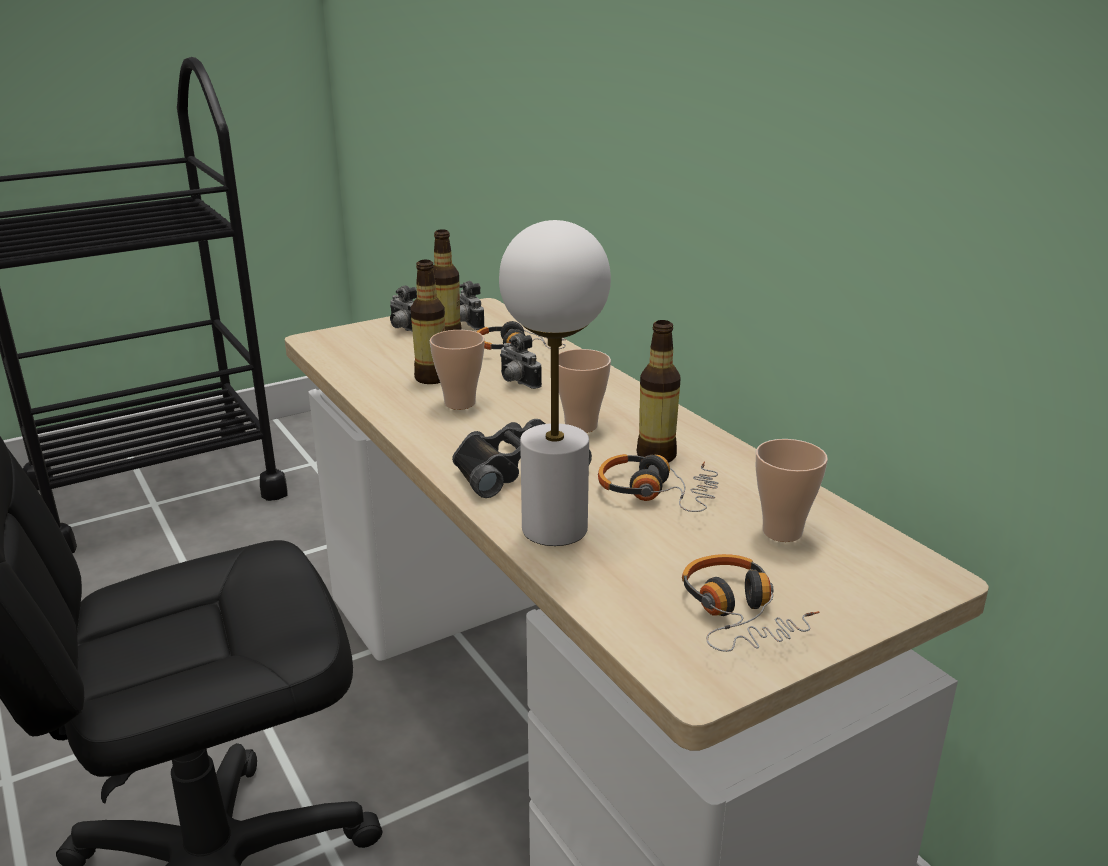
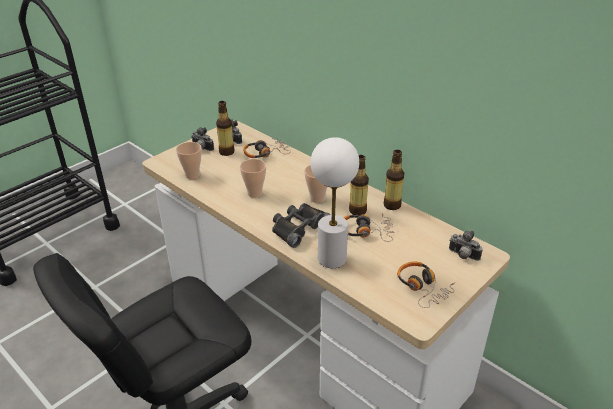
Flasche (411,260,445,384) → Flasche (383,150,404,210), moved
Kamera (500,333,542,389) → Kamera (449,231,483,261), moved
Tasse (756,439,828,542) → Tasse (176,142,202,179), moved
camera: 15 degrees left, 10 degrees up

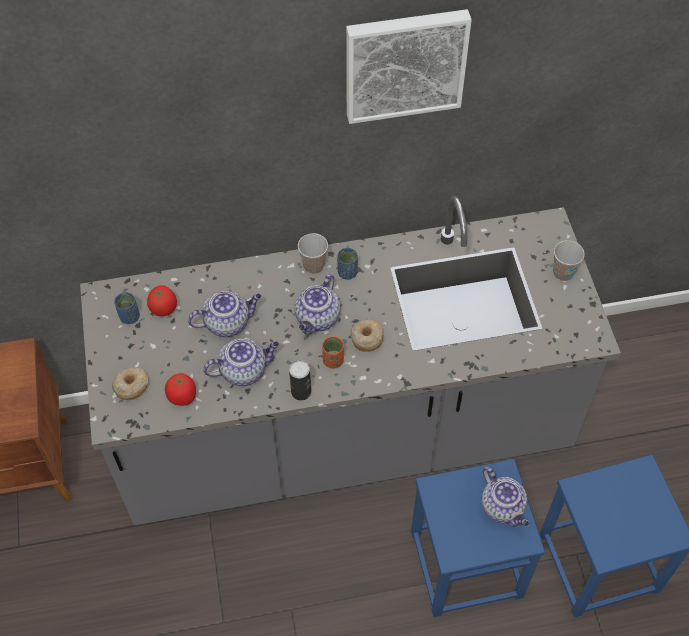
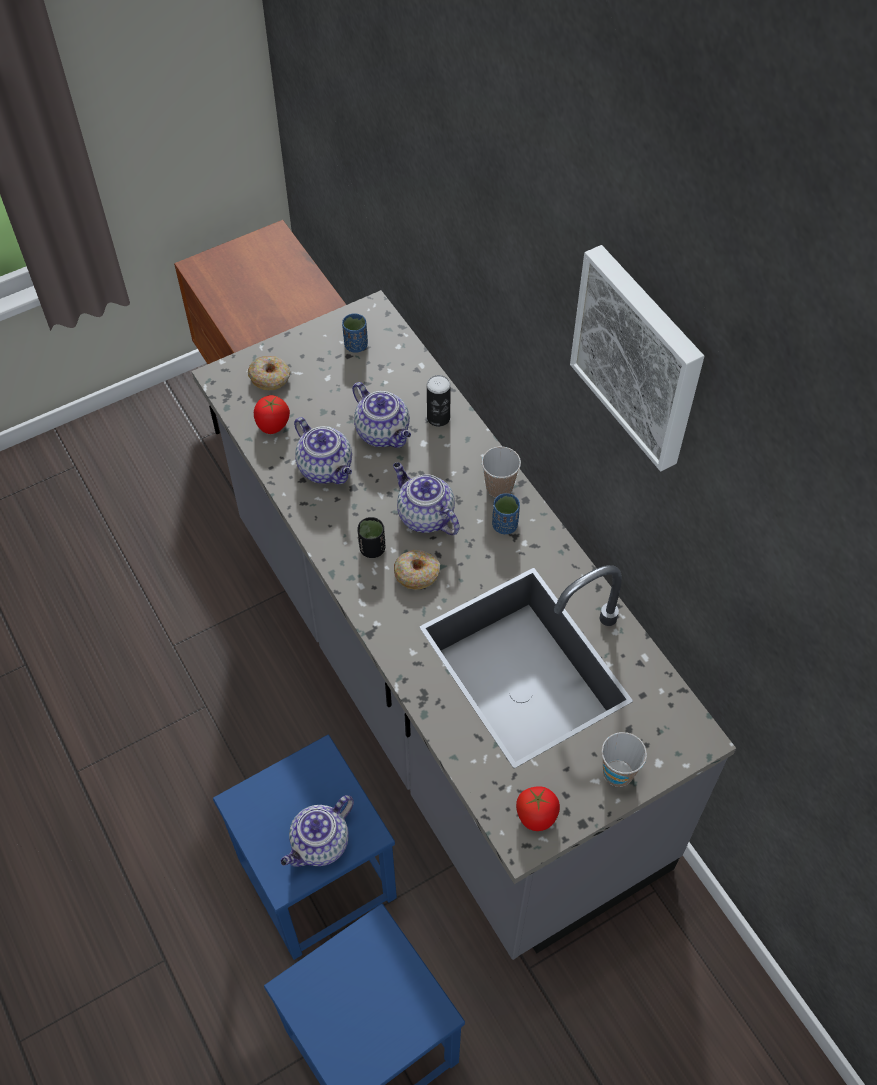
Tomate (147,285,177,316) → Tomate (516,786,560,831), moved
Dose (289,360,311,401) → Dose (427,375,451,427), moved
Teekanne (294,274,340,335) → Teekanne (393,463,460,535), 45 degrees clockwise
Tasse [orange] (322,336,344,369) → Tasse [schwarz] (357,517,386,558)
camera: 70 degrees right, 0 degrees up

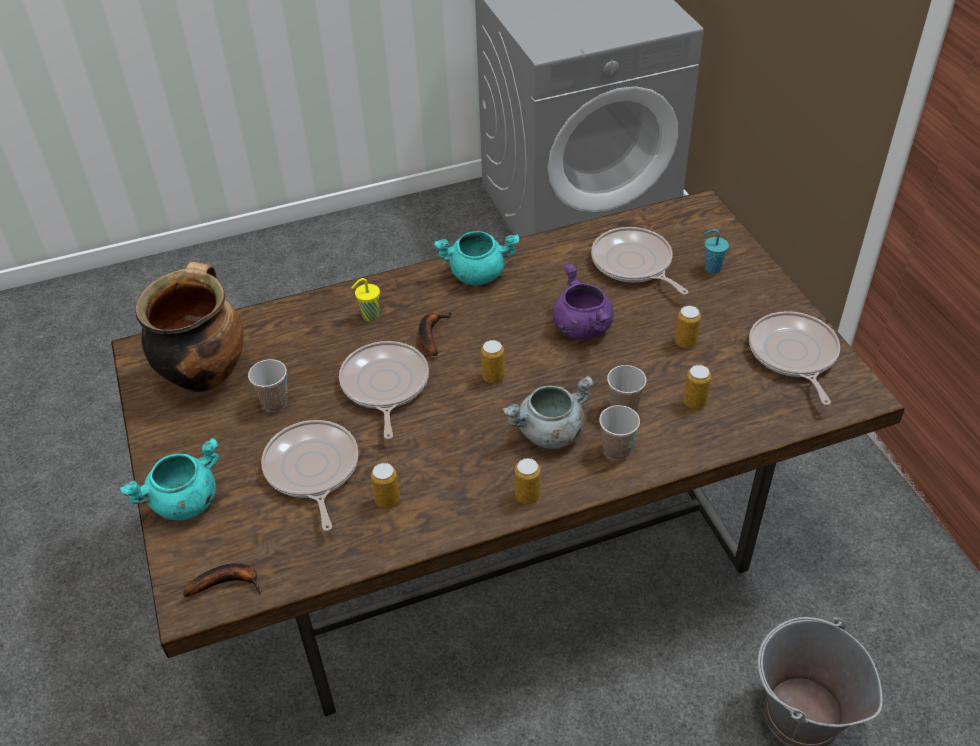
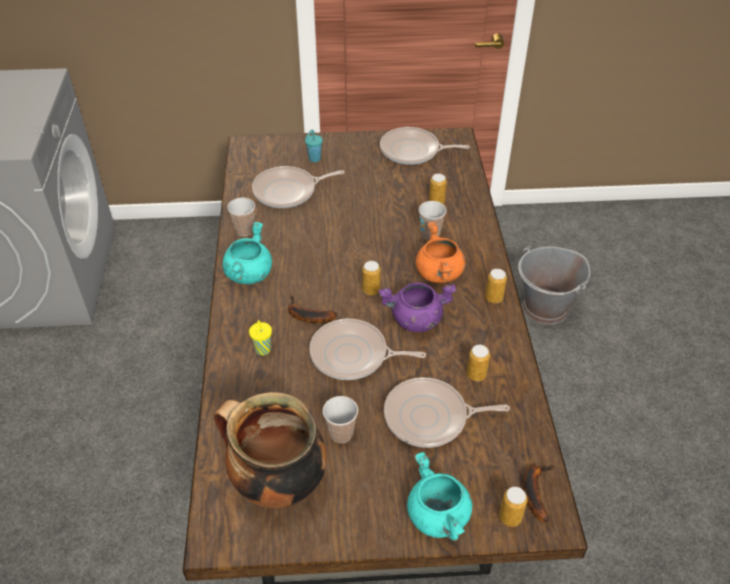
Kochtopf [grau] (503,376,594,449) → Kochtopf [orange] (416,222,465,283)
Kochtopf [lila] (553,264,614,340) → Kochtopf [lila] (379,283,456,332), moved
Tasse (599,405,640,460) → Tasse (227,197,255,236), moved
Dose (675,306,701,348) → Dose (499,487,528,527), moved
camera: 75 degrees left, 0 degrees up

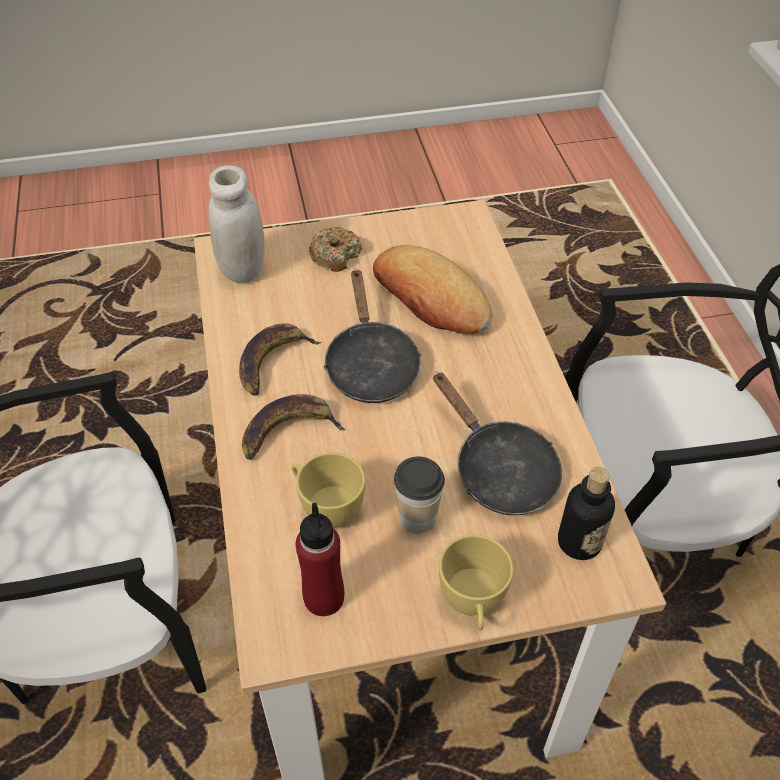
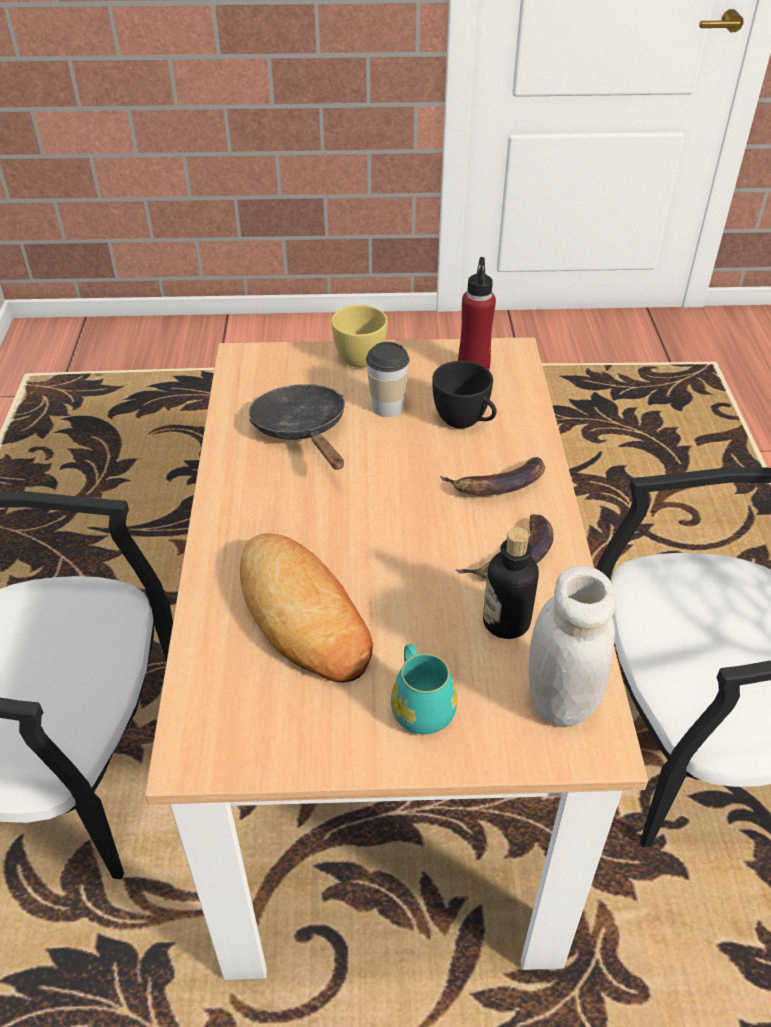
Tasse [gelb] (292,452,365,528) → Tasse [schwarz] (432,361,497,428)
Donut (309,227,363,272) → Henkelbecher [türkis] (391,644,457,734)
Pfanne [schwarz] (323,269,421,403) → -
Flasche (558,467,615,560) → Flasche (483,527,539,639), moved
camera: 170 degrees left, 5 degrees down

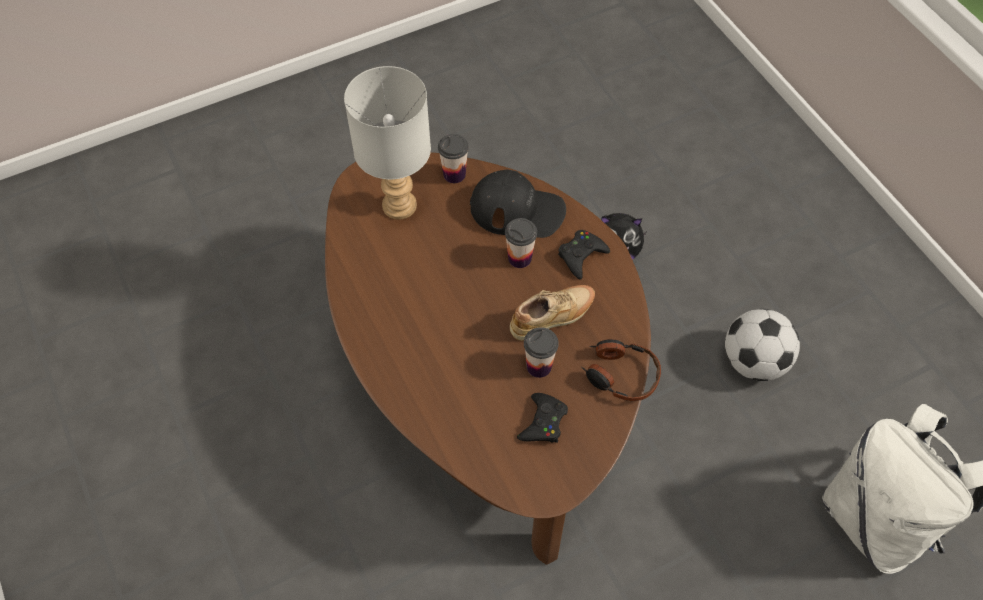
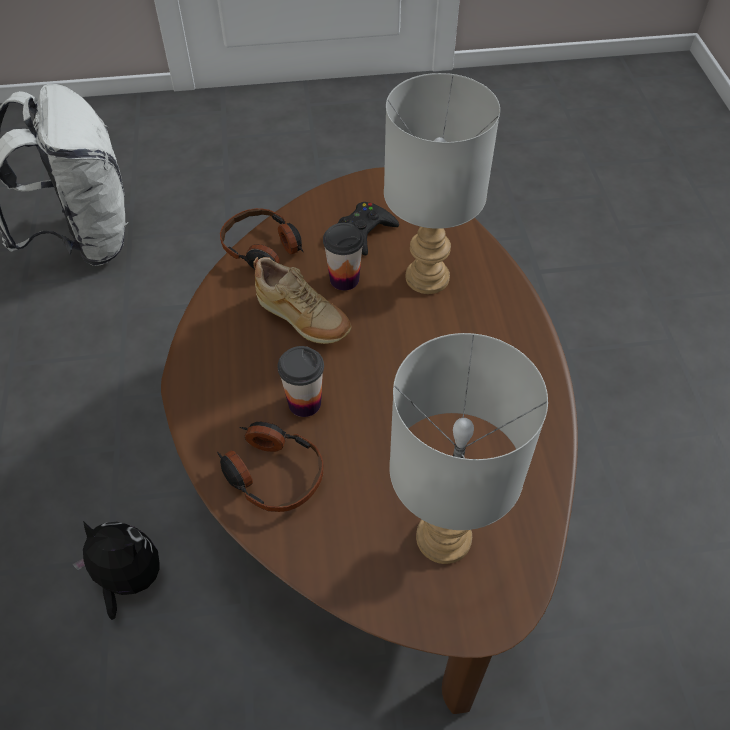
Tasse (438,134,469,183) → -
Kappe [schwarz] (470,169,566,238) → Kopfhörer (217,422,324,512)
Schuh [beige] (510,285,595,341) → Schuh [beige] (254,257,352,344), 135 degrees counterclockwise
Gamepad [schwarz] (558,230,610,279) → -
Fußball (725,309,800,381) → -
- → Tischlampe [grau] (384,73,500,294)
camera: 160 degrees left, 5 degrees down

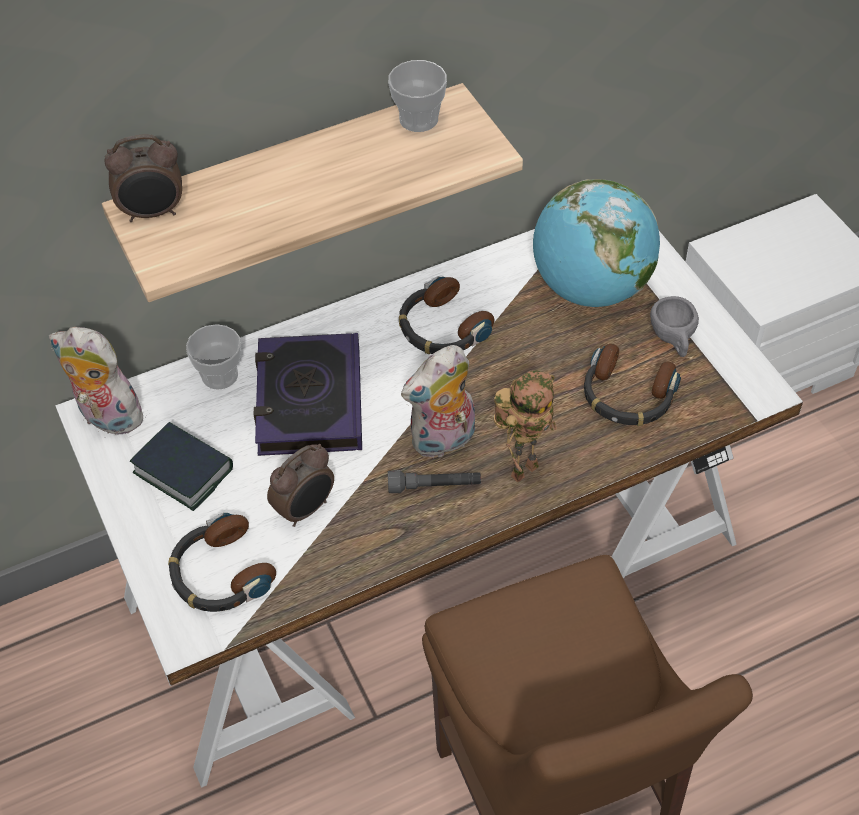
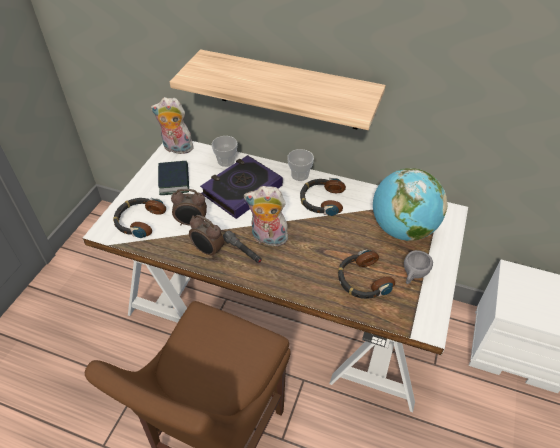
Plüschtier (49,327,151,435) → Plüschtier (151,97,197,154), 60 degrees counterclockwise
Wecker (105,134,182,222) → Wecker (189,215,224,258), moved
Tasse (388,60,447,132) → Tasse (287,149,314,181), moved
Spielzeugroboter (494,370,557,482) → -
camera: 45 degrees right, 5 degrees down

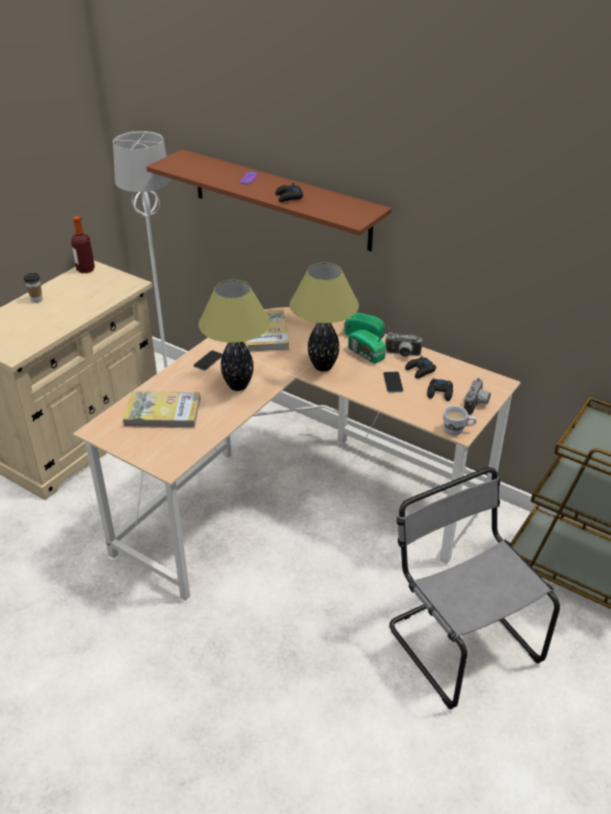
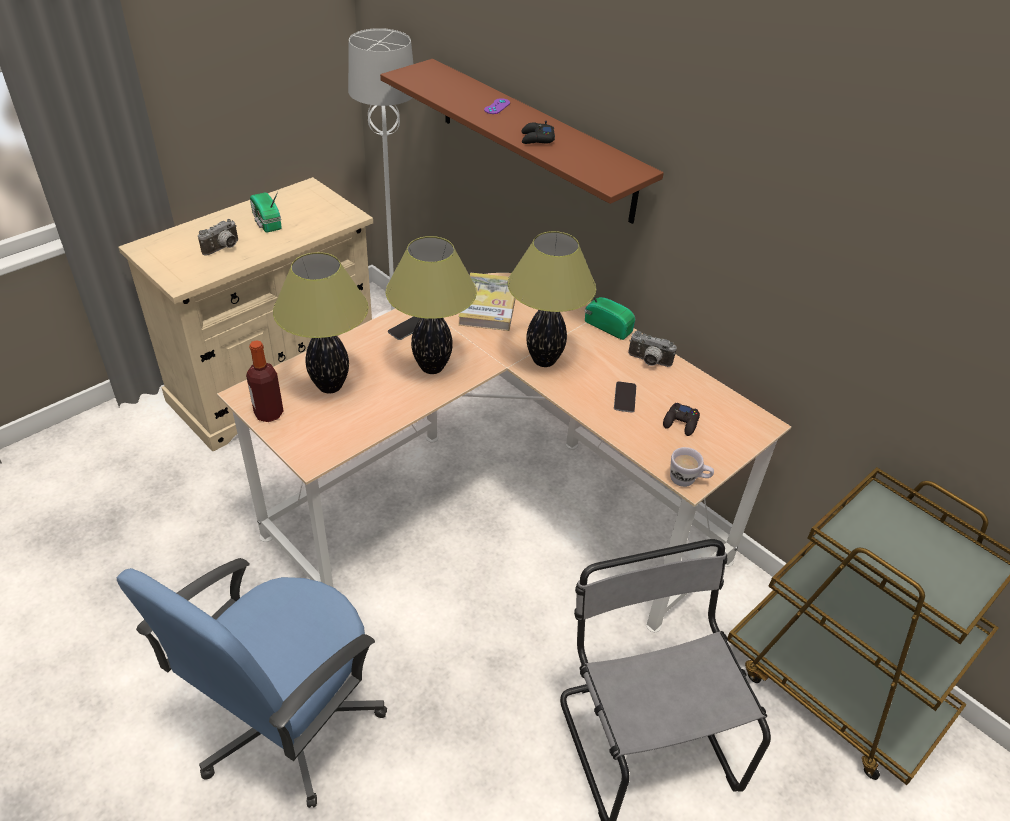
Tasse (24,273,42,303) → -
Flasche (71,216,95,273) → Flasche (246,340,284,422), moved
Buch (123,391,201,428) → Tischlampe (273,252,369,394)
Radio (348,328,390,364) → Radio (250,192,282,232), moved
Gamepad [schwarz] (405,356,436,379) → -
Kamera (464,378,491,415) → Kamera (198,219,238,256), moved
- → Bürostuhl [blau] (117,558,387,808)
camera: 10 degrees right, 5 degrees up

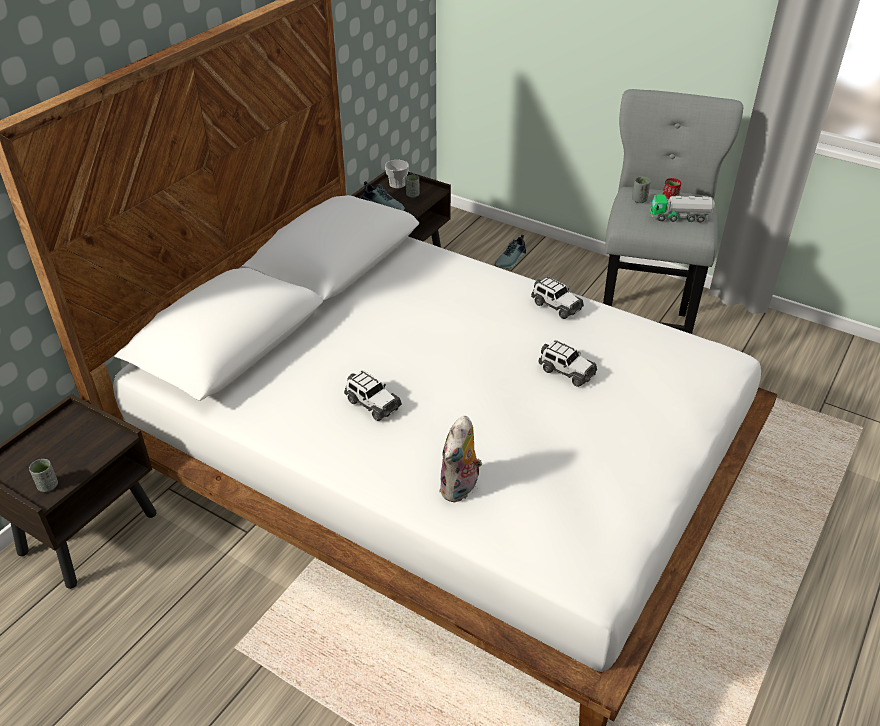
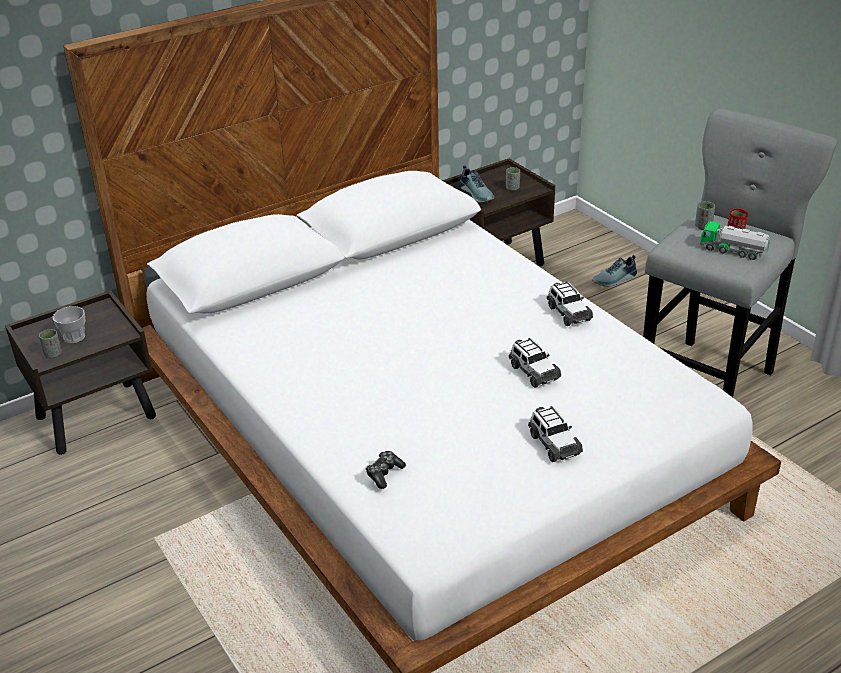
Spielzeugauto (344,370,402,421) → Spielzeugauto (528,406,583,462), moved
Tasse (385,160,409,188) → Tasse (53,306,85,343), moved
Plüschtier (439,416,482,503) → -
- → Gamepad (366,451,406,489)
camera: 25 degrees right, 5 degrees down

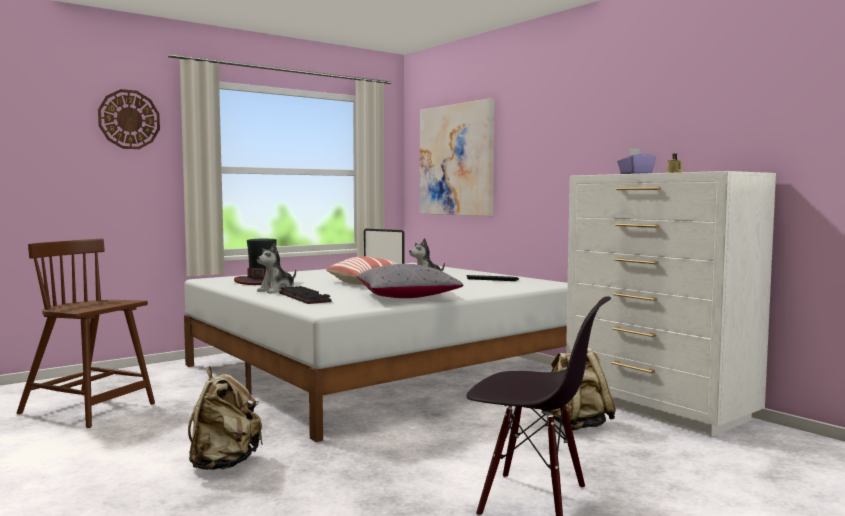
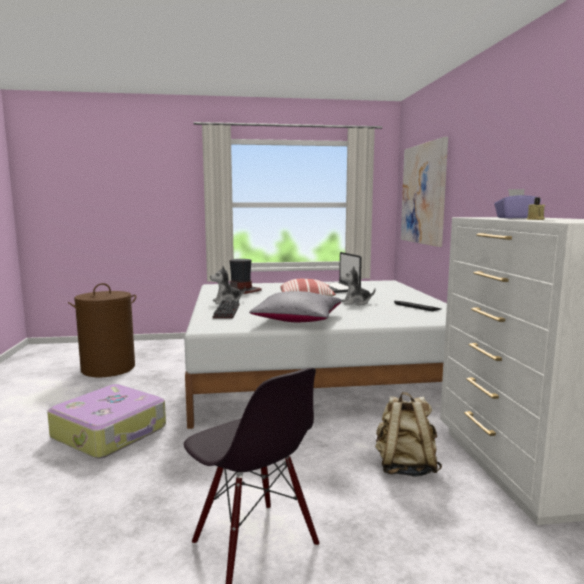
Stuhl [braun] (16,239,155,428) → Wäschekorb [braun] (68,283,137,377)
Wanduhr (98,89,160,149) → -
Rucksack [beige] (188,366,263,470) → Koffer (47,384,166,458)
camera: 30 degrees right, 5 degrees up

